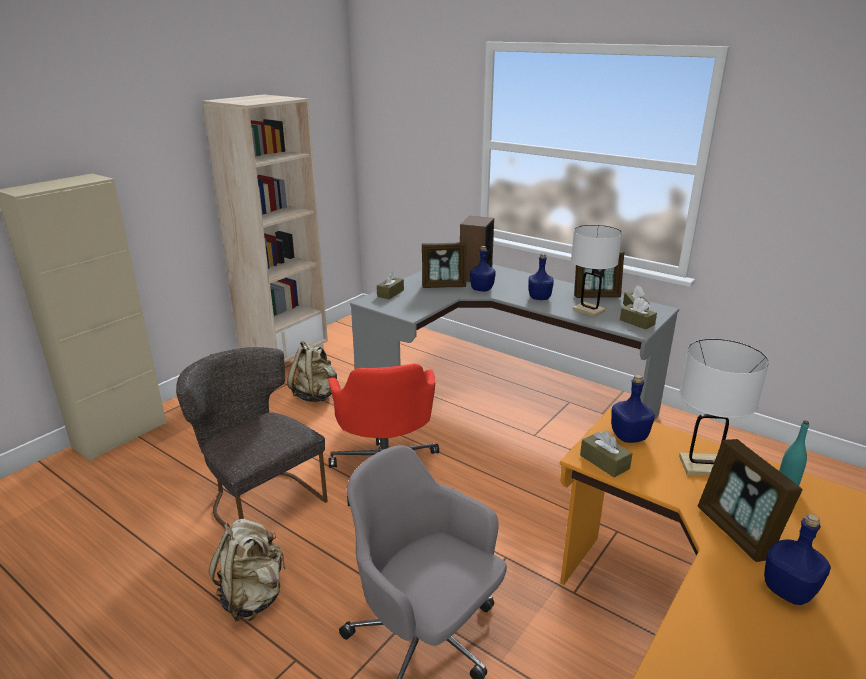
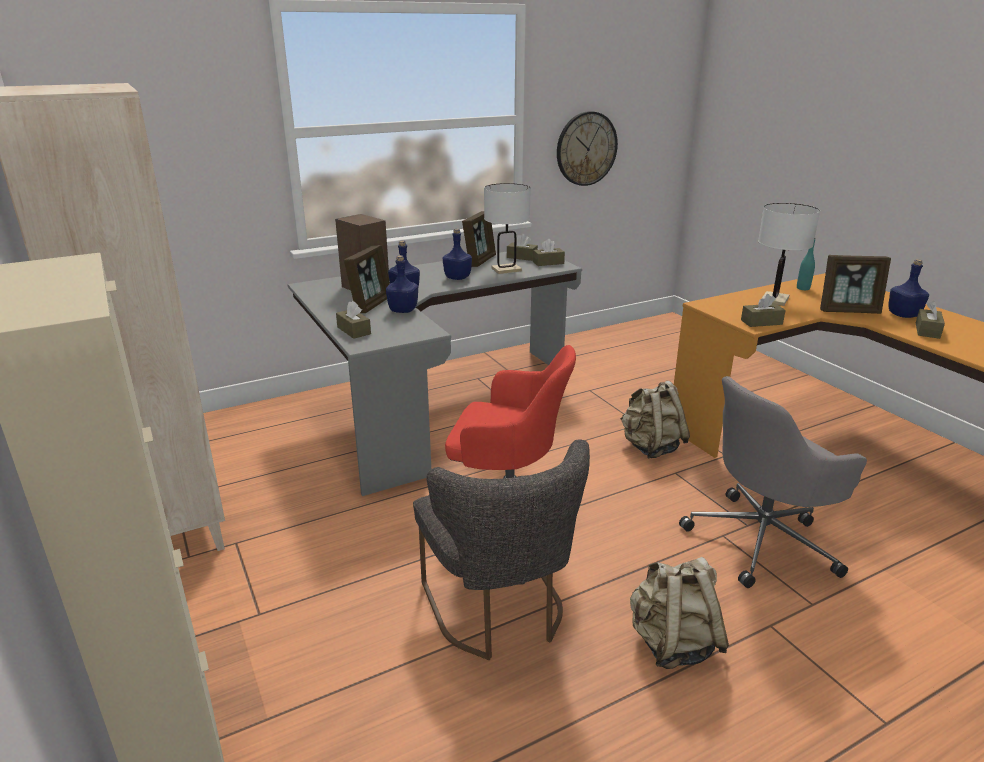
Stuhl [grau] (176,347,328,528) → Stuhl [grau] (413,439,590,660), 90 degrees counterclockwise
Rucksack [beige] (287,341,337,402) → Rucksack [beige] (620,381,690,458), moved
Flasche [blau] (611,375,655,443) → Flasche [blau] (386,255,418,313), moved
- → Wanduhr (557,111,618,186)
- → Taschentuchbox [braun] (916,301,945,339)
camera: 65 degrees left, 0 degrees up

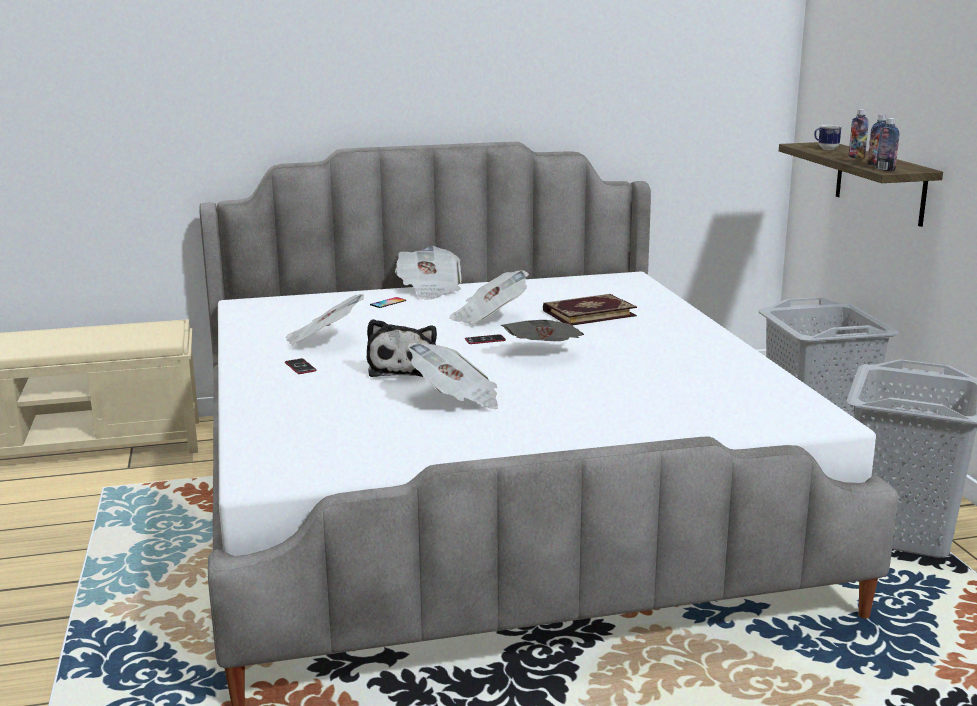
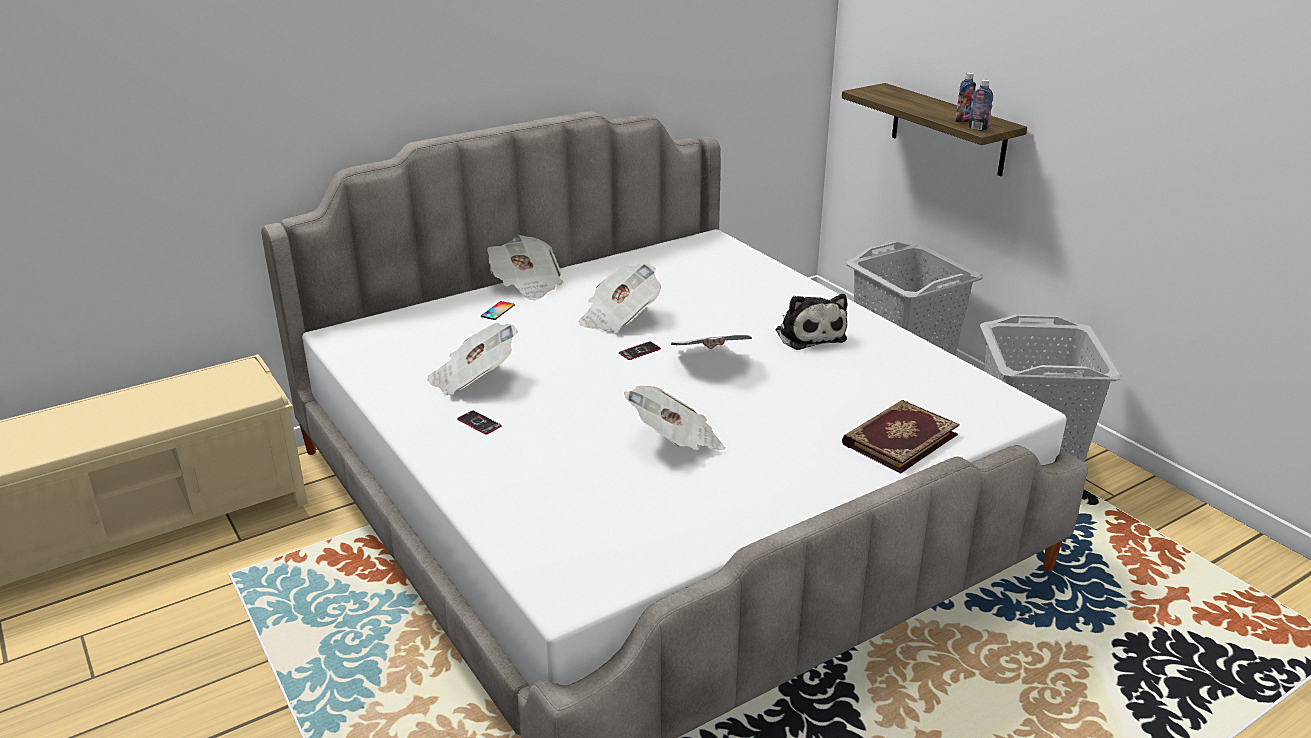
Plüschtier (367,319,437,377) → Plüschtier (776,294,847,350), moved
Buch (543,294,637,325) → Buch (842,400,959,473), moved
Henkelbecher (814,125,842,150) → -
Flasche (848,109,869,159) → -
camera: 20 degrees left, 10 degrees up

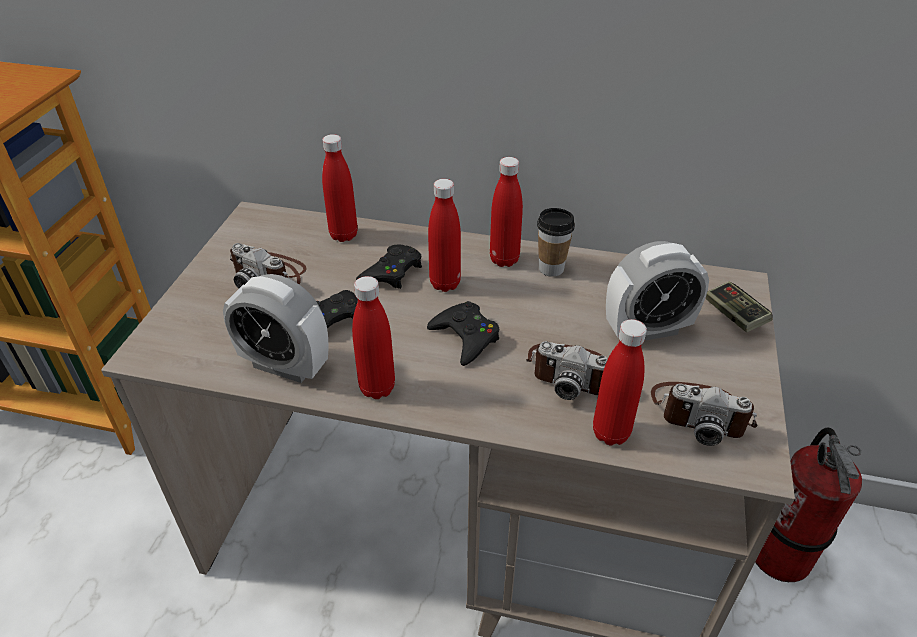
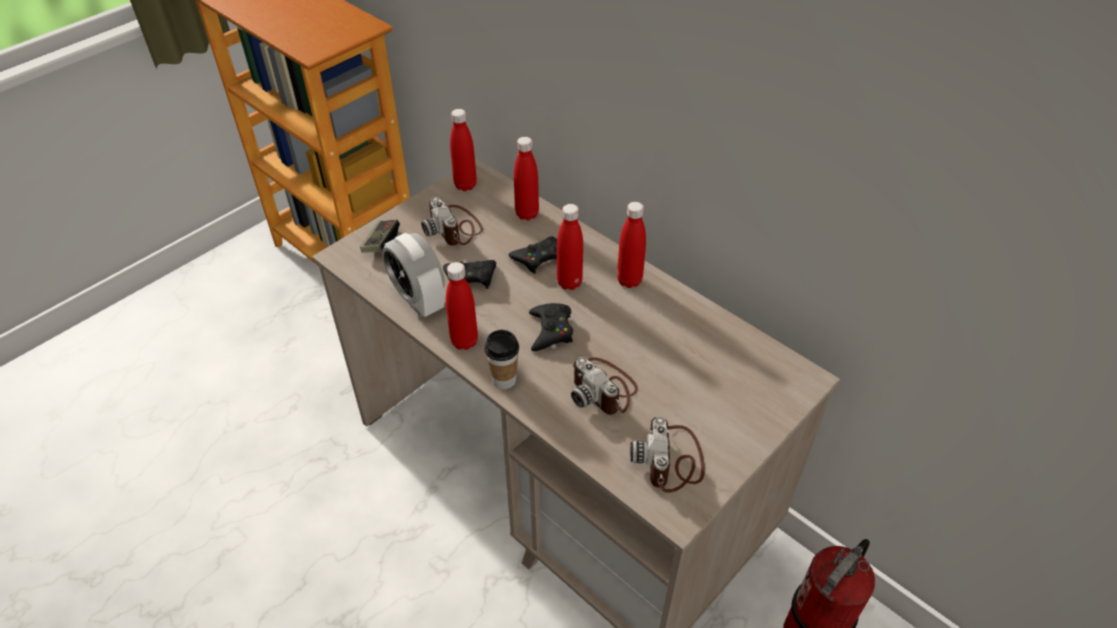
Tasse (537,208,575,277) → Tasse (484,330,519,389), moved
Flasche [rot] (593,319,647,445) → Flasche [rot] (450,109,477,191), moved
Wecker (606,241,709,341) → -
Kamera (651,382,757,446) → Kamera (630,416,705,493), 45 degrees clockwise
Gamepad (706,281,773,332) → Gamepad (360,219,400,253), moved
camera: 30 degrees right, 5 degrees up

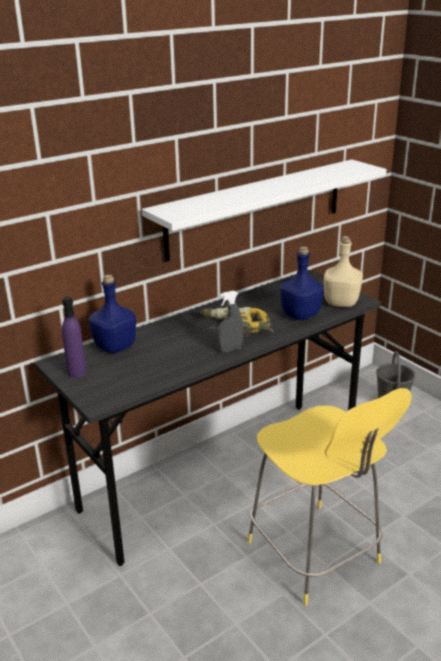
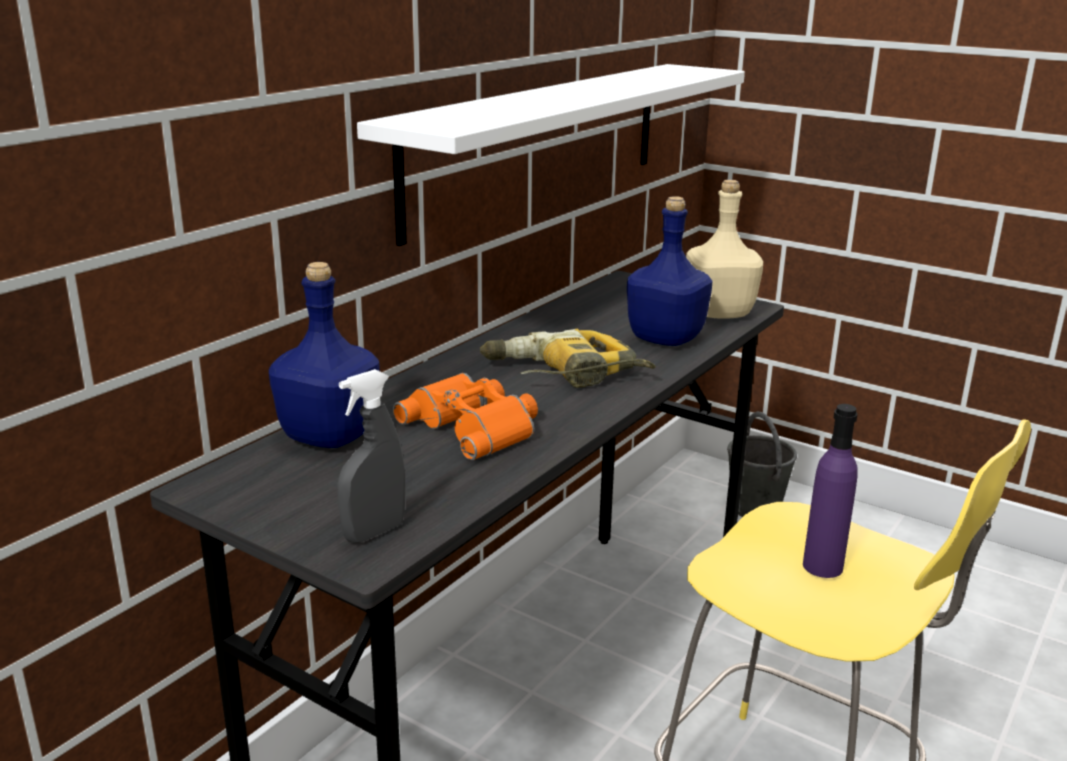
Flasche [lila] (62,297,87,378) → Flasche [lila] (803,404,858,578), moved
Sprühflasche [grau] (217,290,243,352) → Sprühflasche [grau] (337,369,406,543), moved
- → Fernglas [orange] (393,373,538,460)
camera: 20 degrees left, 5 degrees down

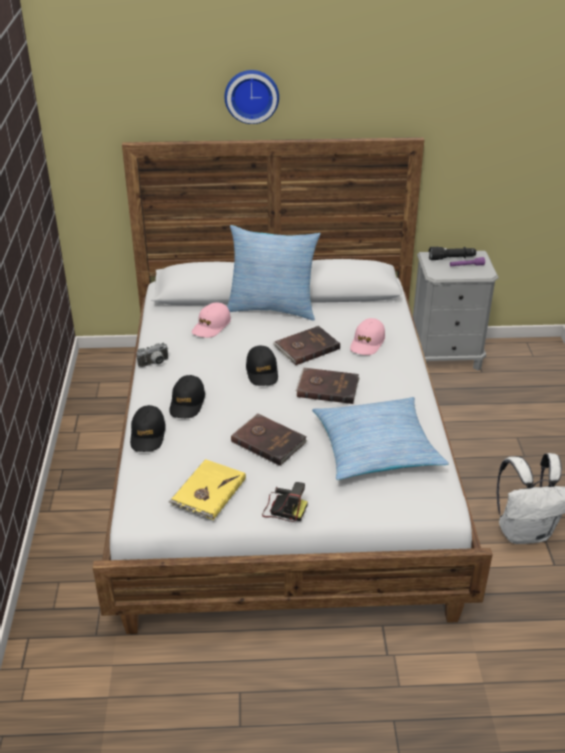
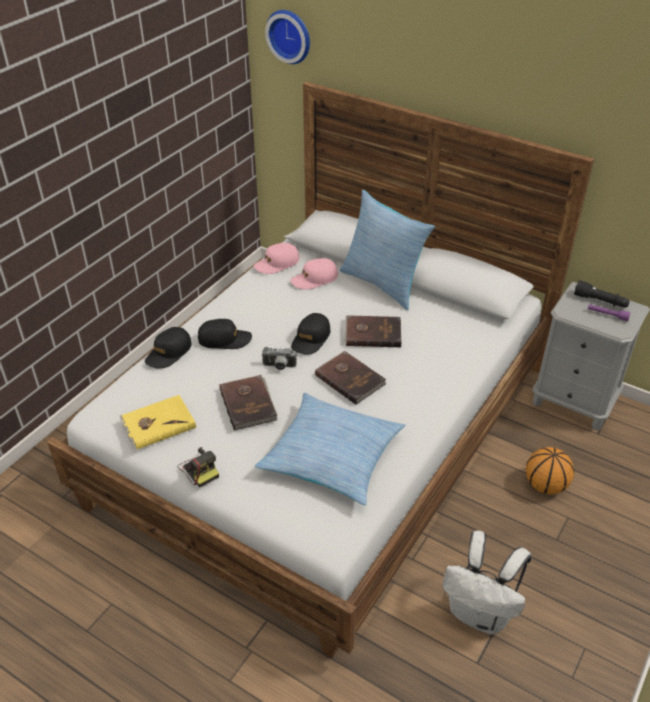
Kamera (136,343,168,367) → Kamera (262,347,297,370), moved
Kappe [schwarz] (170,375,205,418) → Kappe [schwarz] (198,319,252,349), 135 degrees counterclockwise
Wanduhr (224,70,279,124) → Wanduhr (265,10,310,64), moved
Kappe [rosa] (350,318,385,355) → Kappe [rosa] (254,243,300,274), moved
- → Basketball (526,447,574,495)
camera: 35 degrees right, 5 degrees up

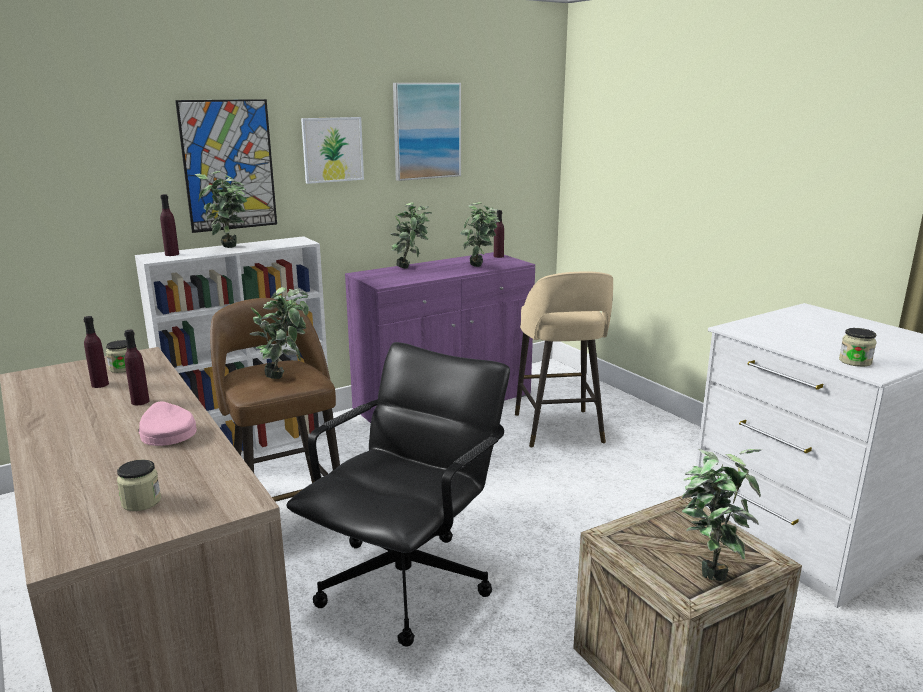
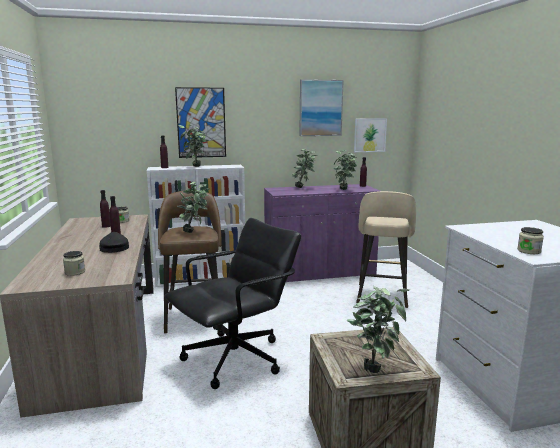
Kappe [rosa] (138,401,197,446) → Kappe [schwarz] (99,232,129,253)
Bild (301,117,364,184) → Bild (354,118,387,152), moved
camera: 20 degrees right, 5 degrees down

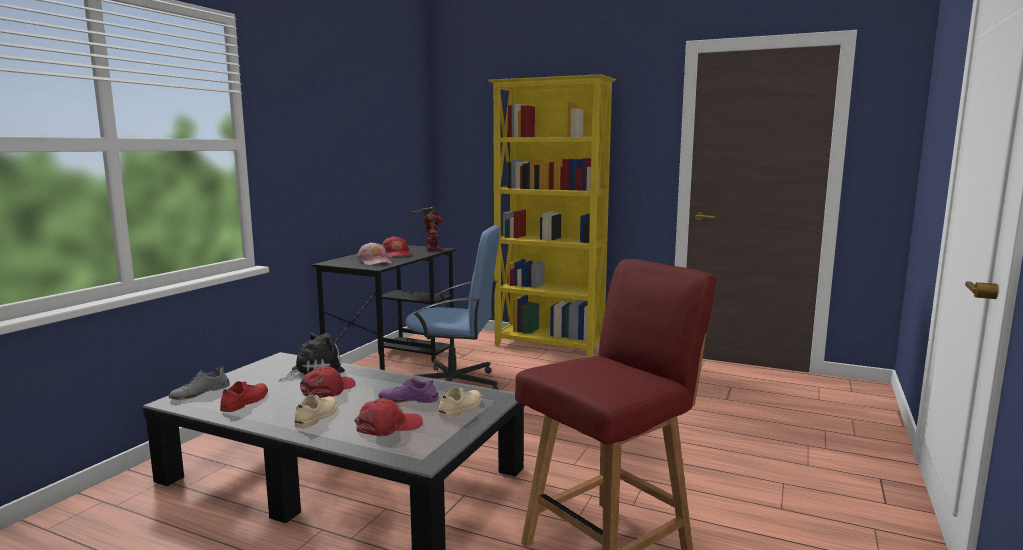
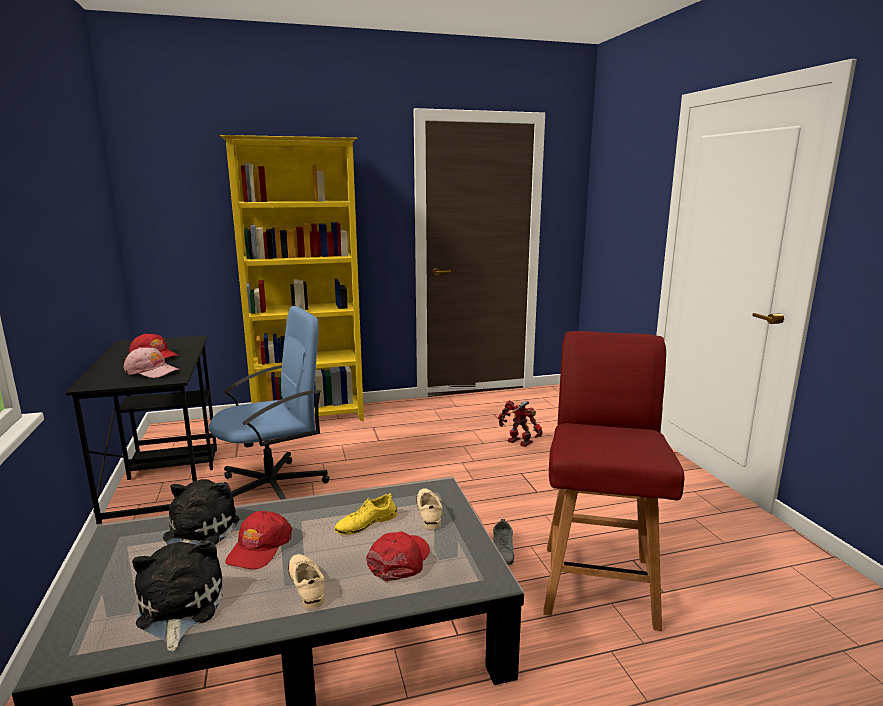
Schuh [grau] (169,366,230,400) → Schuh [grau] (493,519,514,565), moved
Schuh [rot] (220,381,268,412) → Plüschtier (132,540,223,651)
Kappe [rot] (300,366,356,398) → Kappe [rot] (225,511,292,569), 150 degrees counterclockwise
Schuh [lila] (379,377,439,403) → Schuh [gelb] (335,493,397,535)
Spielzeugroboter (411,207,442,251) → Spielzeugroboter (498,400,543,447), moved
camera: 40 degrees left, 5 degrees up

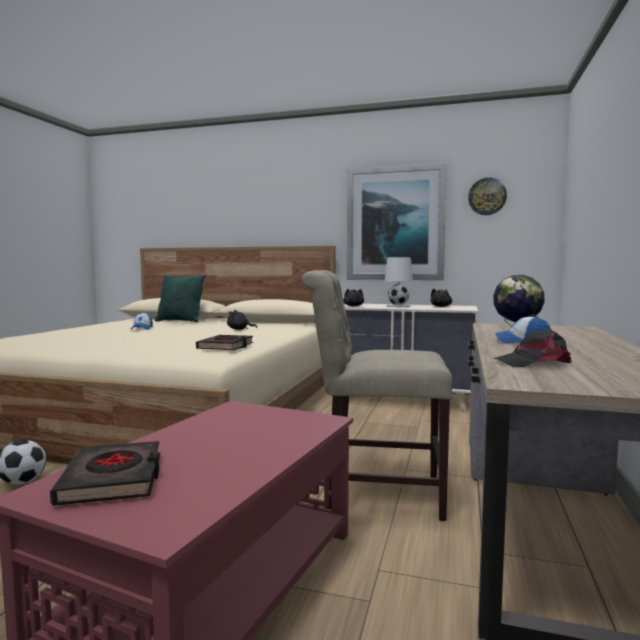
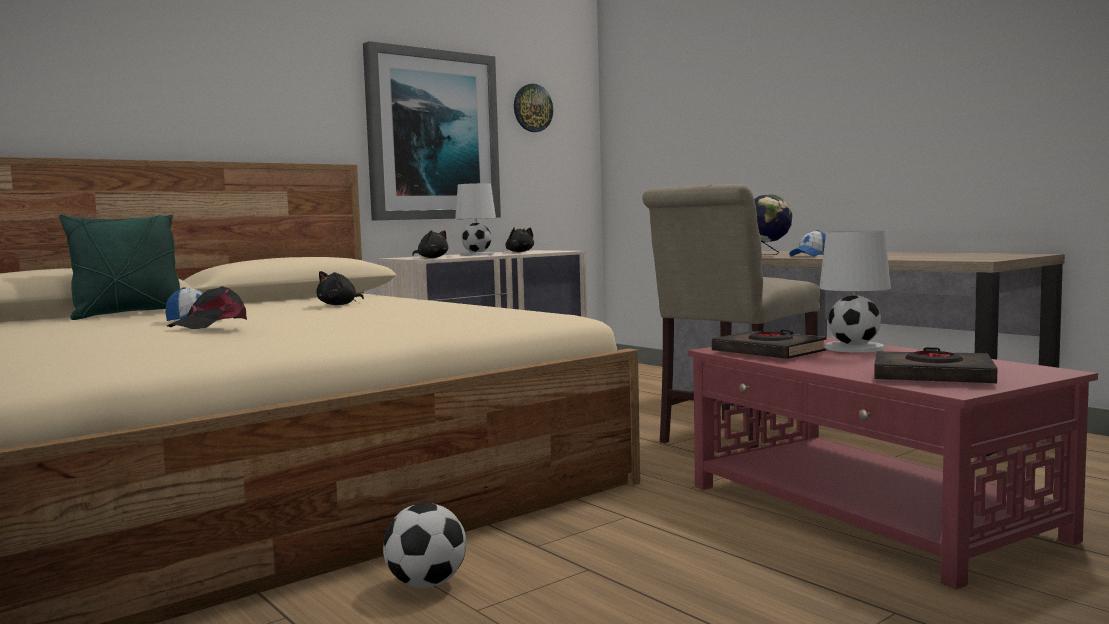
Buch [schwarz] (196,335,253,350) → Buch [schwarz] (712,330,826,359), moved
Kappe [schwarz] (493,329,572,367) → Kappe [schwarz] (167,286,247,329), moved
- → Tischlampe [weiß] (819,231,891,353)
camera: 55 degrees left, 0 degrees up

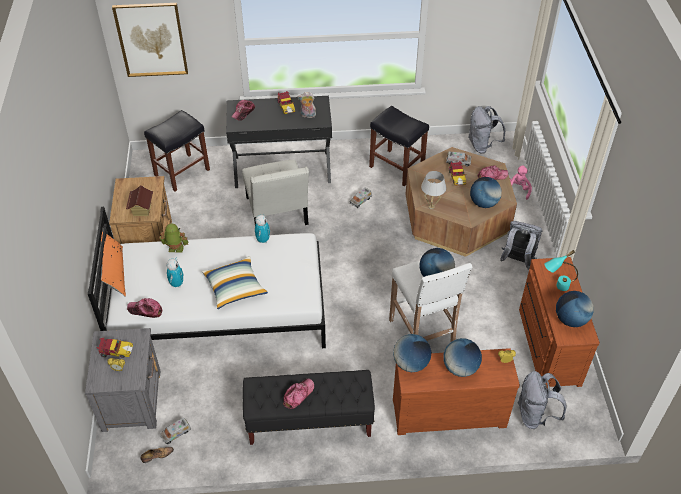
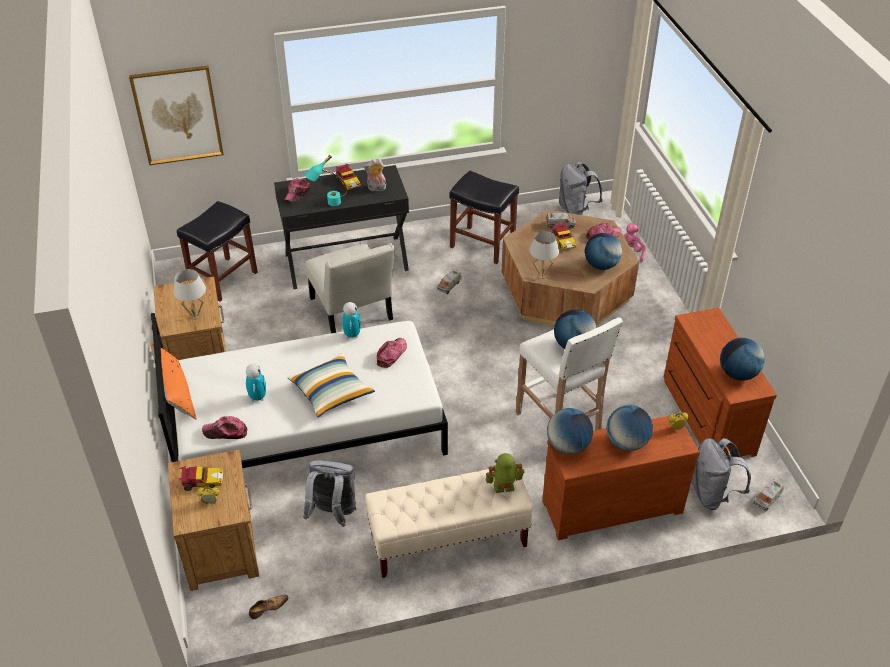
Nachttisch [grau] (85,328,160,432) → Nachttisch [braun] (168,450,259,591)
Spielzeughaus (126,185,153,216) → Tischlampe [weiß] (173,269,206,320)
Spielzeugroboter (159,223,189,253) → Spielzeugroboter (486,453,525,493), moved
Spielzeuglaster (160,418,191,444) → Spielzeuglaster (753,479,784,512), moved
Bank [schwarz] (243,370,375,445) → Bank [beige] (365,469,533,578)
Kappe (283,379,314,409) → Kappe (377,338,407,368), moved
Rucksack [grau] (500,221,542,270) → Rucksack [grau] (303,460,356,527), moved
Tischlampe [türkis] (544,250,578,291) → Tischlampe [türkis] (304,155,347,206), moved
camera: 10 degrees left, 5 degrees down

